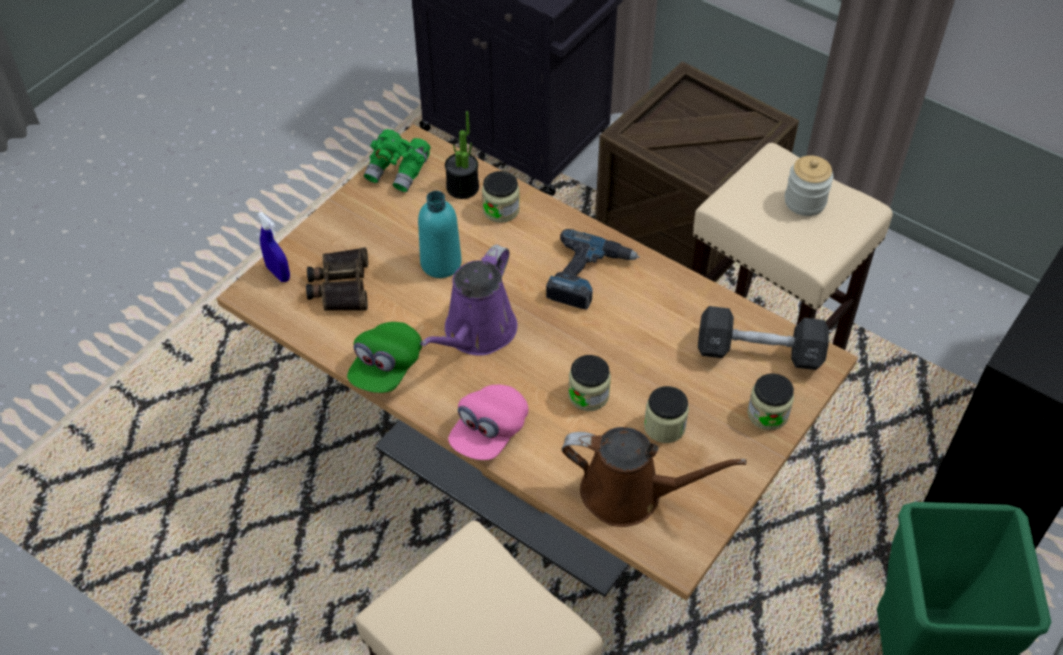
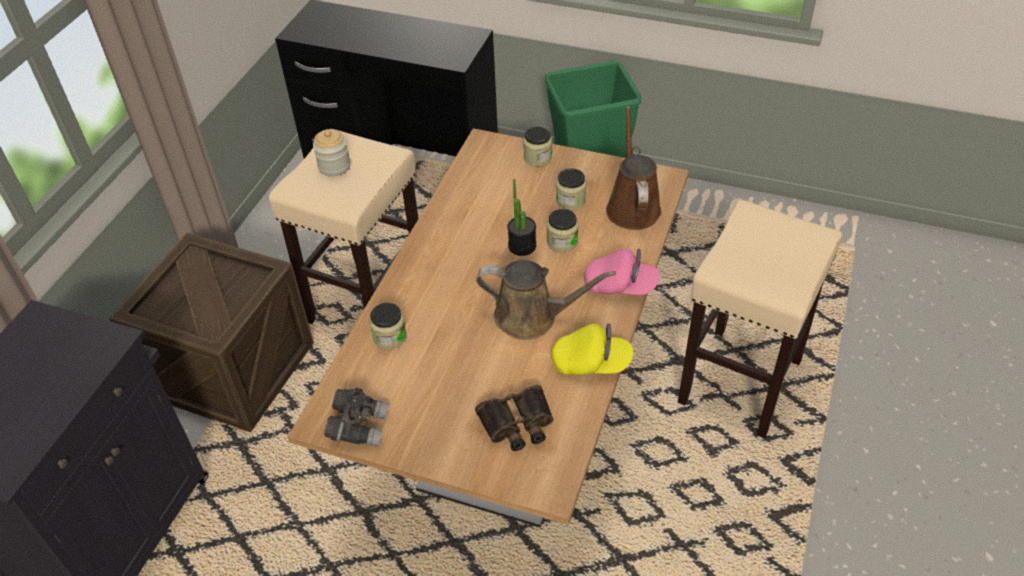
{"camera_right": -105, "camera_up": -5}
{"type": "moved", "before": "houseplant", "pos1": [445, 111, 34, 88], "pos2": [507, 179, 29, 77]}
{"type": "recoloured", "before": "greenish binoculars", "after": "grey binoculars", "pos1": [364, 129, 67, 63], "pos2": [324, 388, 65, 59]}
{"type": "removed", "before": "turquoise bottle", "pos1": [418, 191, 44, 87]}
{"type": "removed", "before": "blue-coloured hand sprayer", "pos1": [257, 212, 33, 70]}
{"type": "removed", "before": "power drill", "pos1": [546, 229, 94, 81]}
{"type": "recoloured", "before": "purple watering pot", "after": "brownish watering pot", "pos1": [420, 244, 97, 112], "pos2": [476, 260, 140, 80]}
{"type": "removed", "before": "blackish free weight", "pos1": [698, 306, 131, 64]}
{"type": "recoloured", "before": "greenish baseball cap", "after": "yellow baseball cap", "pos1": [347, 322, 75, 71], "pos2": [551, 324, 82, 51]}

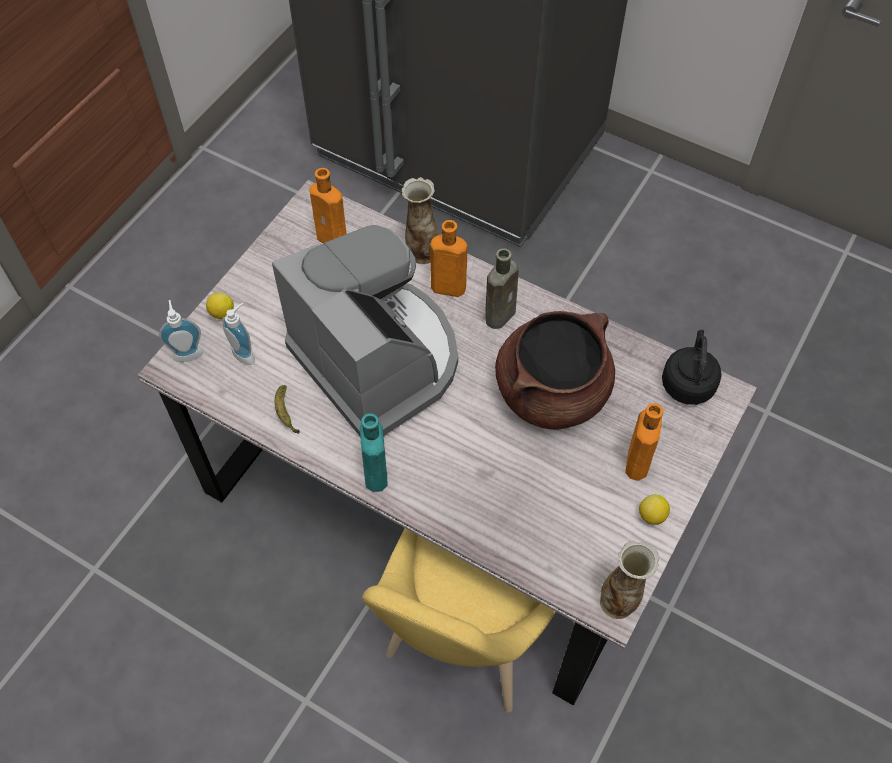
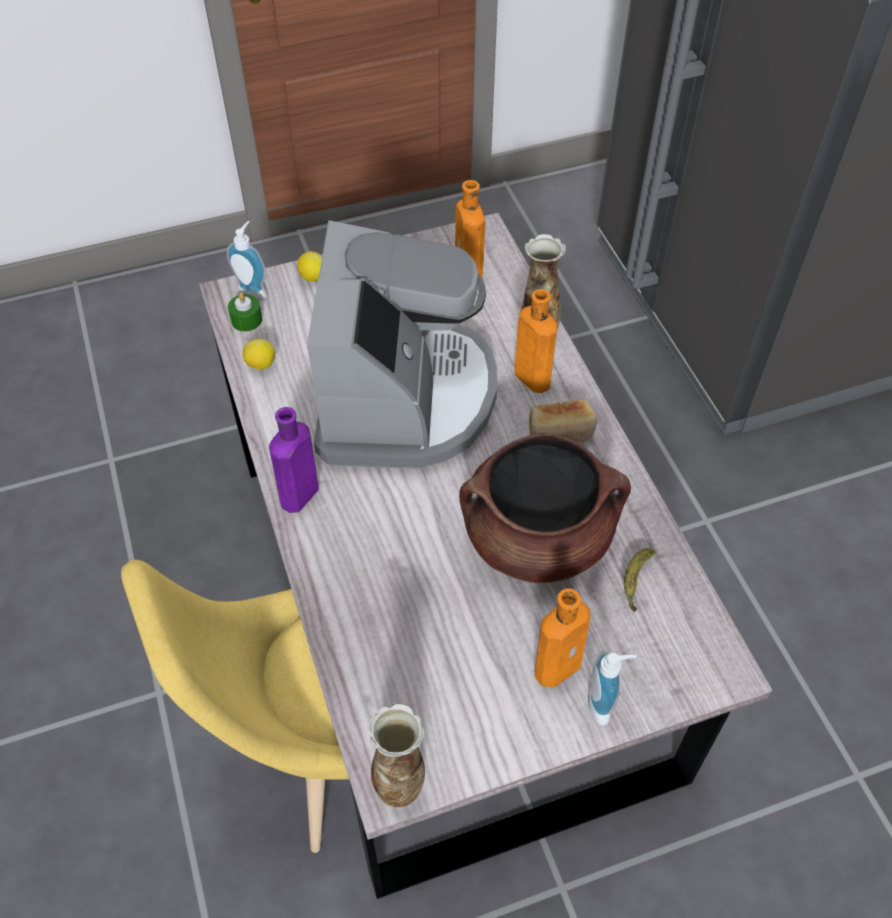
{"camera_right": 40, "camera_up": -5}
{"type": "replaced", "before": "brownish bottle", "after": "baked bread", "pos1": [485, 248, 34, 81], "pos2": [529, 400, 68, 43]}
{"type": "moved", "before": "soap bottle", "pos1": [222, 303, 33, 62], "pos2": [588, 651, 49, 75]}
{"type": "removed", "before": "blackish water kettle", "pos1": [662, 330, 59, 75]}
{"type": "moved", "before": "banana fruit", "pos1": [275, 385, 25, 49], "pos2": [624, 548, 32, 64]}
{"type": "recoloured", "before": "turquoise bottle", "after": "purple bottle", "pos1": [360, 413, 28, 79], "pos2": [269, 407, 50, 106]}
{"type": "moved", "before": "whole lemon", "pos1": [639, 494, 31, 31], "pos2": [243, 339, 32, 31]}
{"type": "added", "after": "greenish candle", "pos2": [228, 293, 34, 38]}

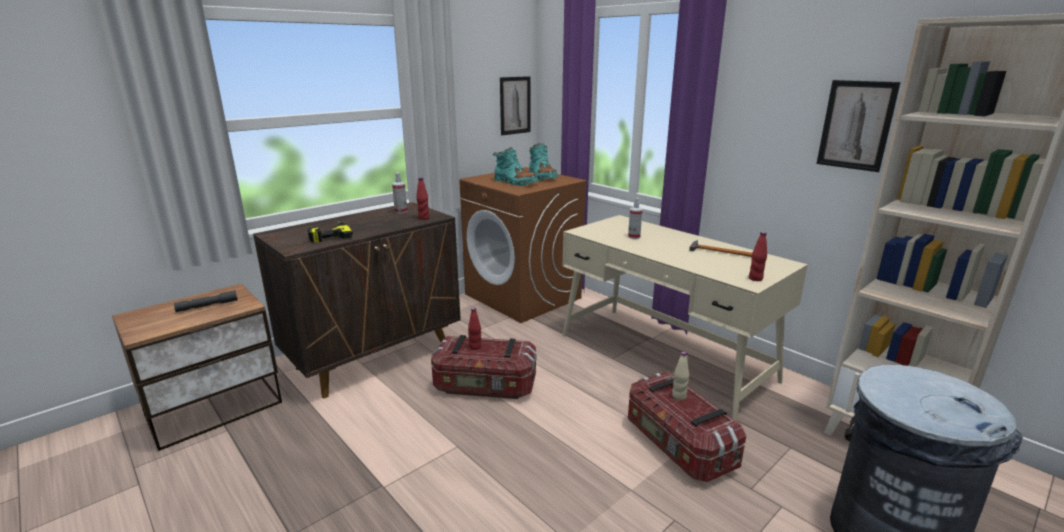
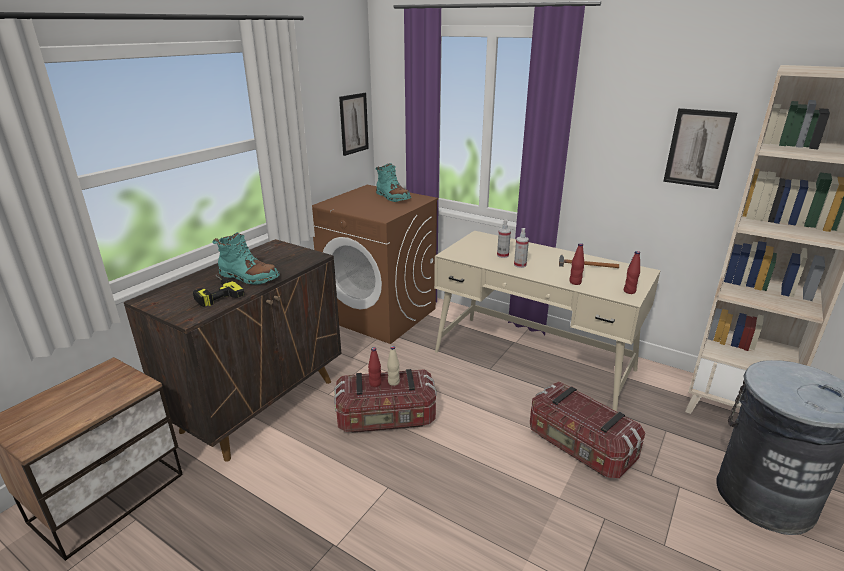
{"camera_right": -15, "camera_up": 5}
{"type": "moved", "before": "turquoise high-top boot", "pos1": [493, 147, 46, 39], "pos2": [212, 232, 68, 53]}
{"type": "moved", "before": "hand sprayer", "pos1": [392, 173, 15, 40], "pos2": [514, 228, 15, 40]}
{"type": "moved", "before": "red bottle", "pos1": [416, 178, 14, 42], "pos2": [570, 243, 14, 42]}
{"type": "removed", "before": "grey flashlight", "pos1": [174, 290, 64, 22]}
{"type": "moved", "before": "sand-coloured bottle", "pos1": [672, 352, 17, 48], "pos2": [387, 346, 13, 40]}

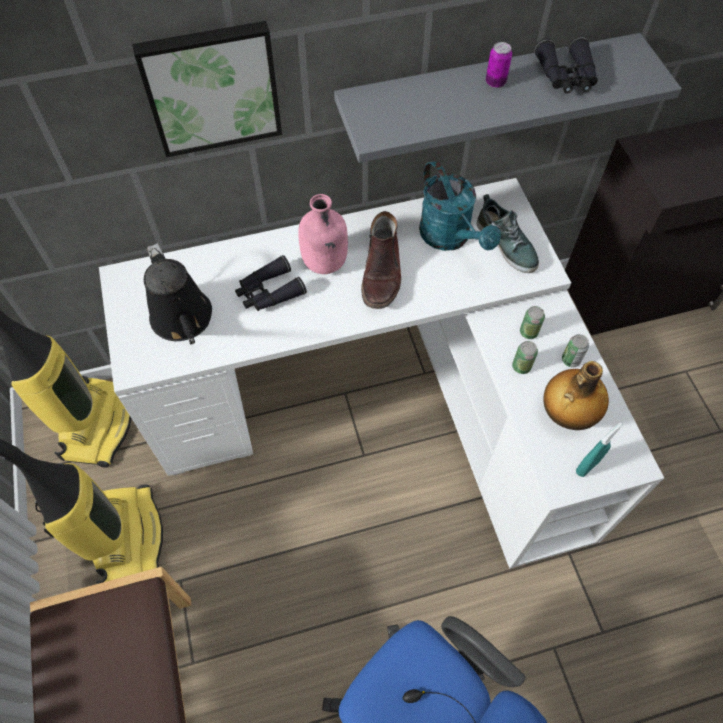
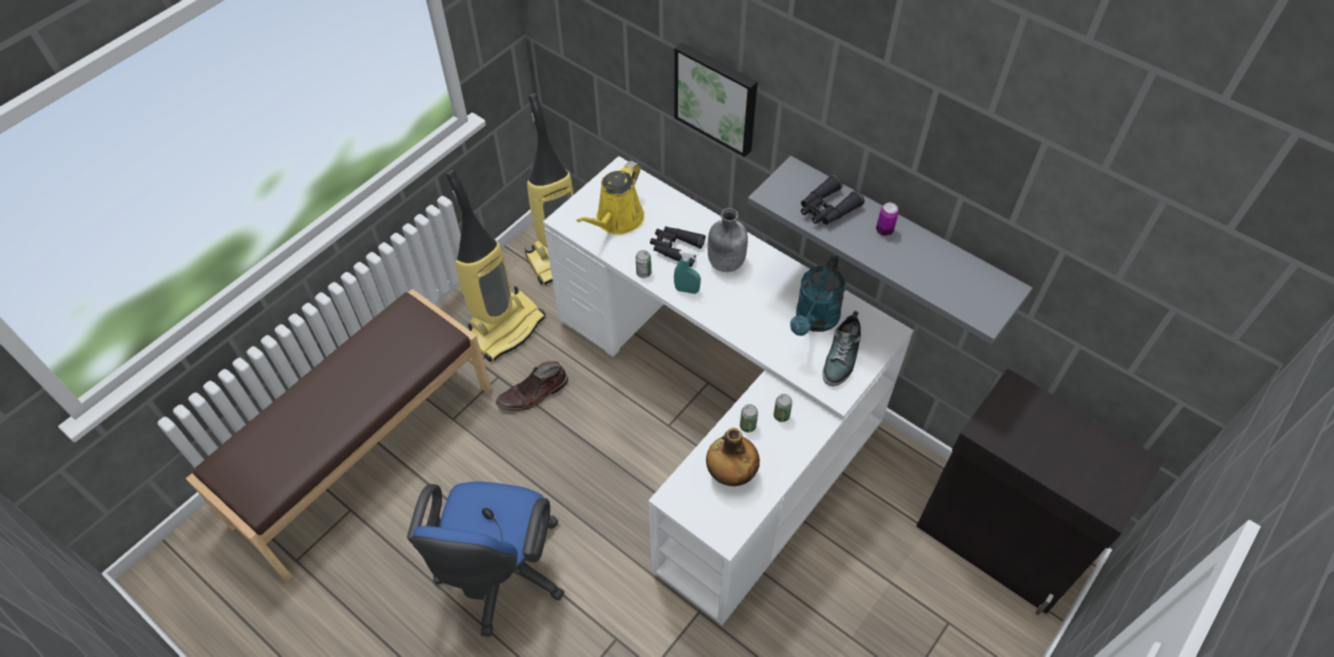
{"camera_right": 55, "camera_up": -5}
{"type": "moved", "before": "blackish binoculars", "pos1": [534, 36, 64, 58], "pos2": [801, 174, 63, 51]}
{"type": "recoloured", "before": "pinkish bottle", "after": "grey bottle", "pos1": [298, 194, 50, 80], "pos2": [708, 208, 40, 64]}
{"type": "moved", "before": "brownish high-top boot", "pos1": [361, 211, 40, 98], "pos2": [496, 361, 72, 50]}
{"type": "recoloured", "before": "blackish watering pot", "after": "yellow watering pot", "pos1": [144, 243, 68, 101], "pos2": [576, 161, 69, 74]}
{"type": "moved", "before": "sealed can", "pos1": [562, 334, 27, 33], "pos2": [636, 250, 15, 28]}
{"type": "moved", "before": "turquoise hand sprayer", "pos1": [576, 423, 47, 54], "pos2": [674, 250, 27, 44]}

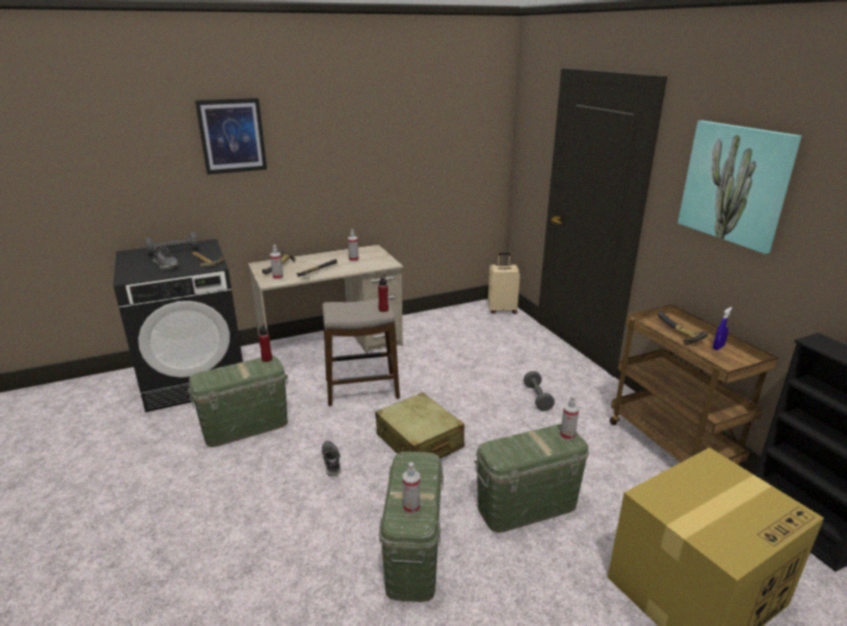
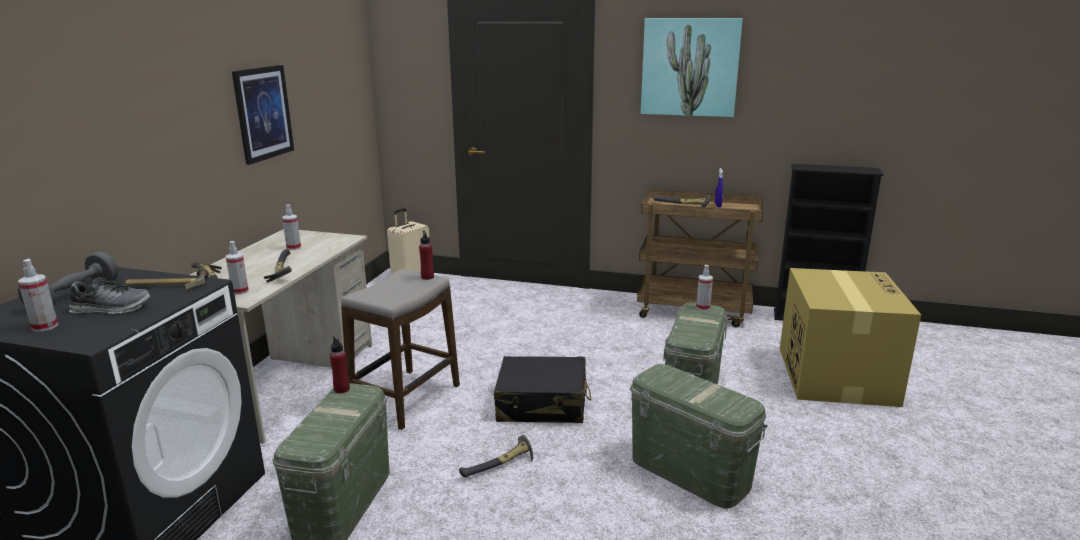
{"camera_right": -50, "camera_up": -5}
{"type": "moved", "before": "wall picture", "pos1": [195, 98, 72, 77], "pos2": [232, 65, 62, 100]}
{"type": "removed", "before": "grey free weight", "pos1": [524, 371, 31, 40]}
{"type": "recoloured", "before": "sand-coloured piece of luggage", "after": "blackish piece of luggage", "pos1": [375, 392, 90, 66], "pos2": [494, 356, 97, 67]}
{"type": "replaced", "before": "low shoe", "after": "tool hammer", "pos1": [322, 441, 19, 36], "pos2": [459, 435, 74, 42]}
{"type": "moved", "before": "hand sprayer", "pos1": [403, 462, 17, 52], "pos2": [18, 259, 40, 73]}

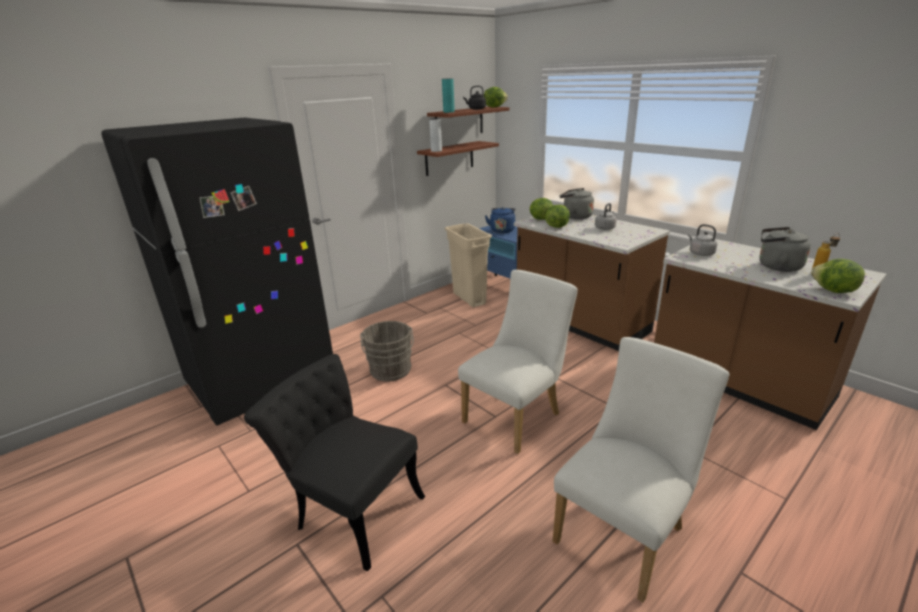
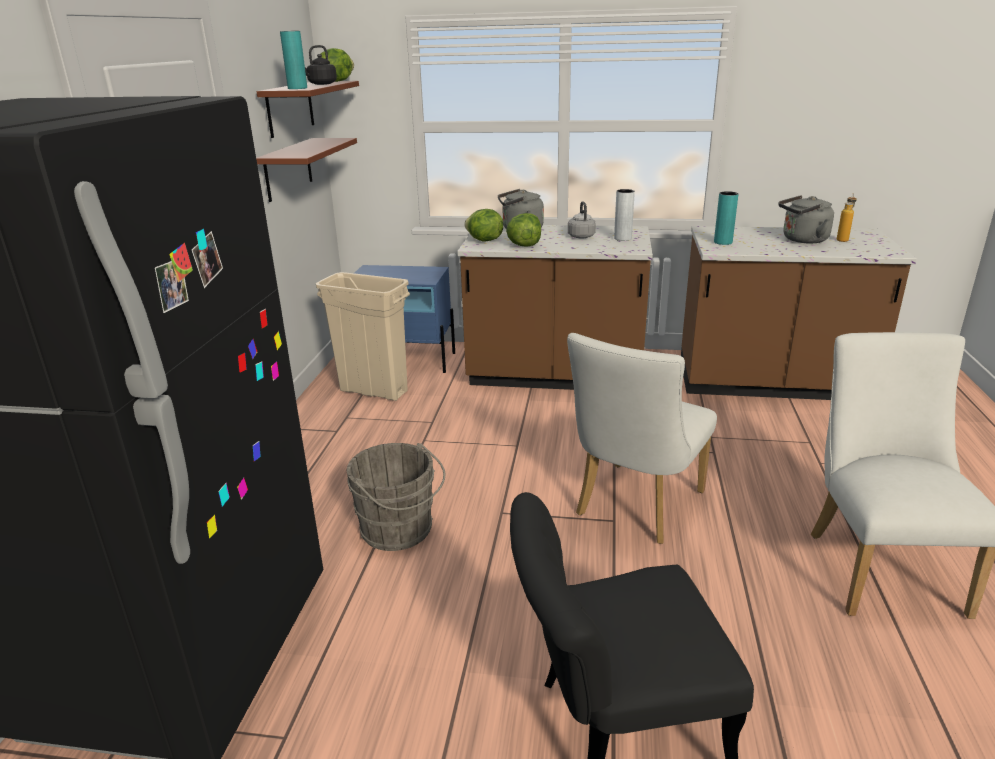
{"camera_right": -40, "camera_up": 0}
{"type": "moved", "before": "grey vase", "pos1": [429, 118, 13, 34], "pos2": [614, 189, 21, 52]}
{"type": "removed", "before": "blue-coloured water kettle", "pos1": [485, 207, 31, 26]}
{"type": "replaced", "before": "grey water kettle", "after": "turquoise vase", "pos1": [688, 224, 29, 32], "pos2": [714, 191, 24, 54]}
{"type": "removed", "before": "head of lettuce", "pos1": [811, 259, 54, 34]}
{"type": "turned", "before": "whitish plain chair", "pos1": [458, 270, 120, 184], "pos2": [567, 333, 150, 211], "turn": -150}

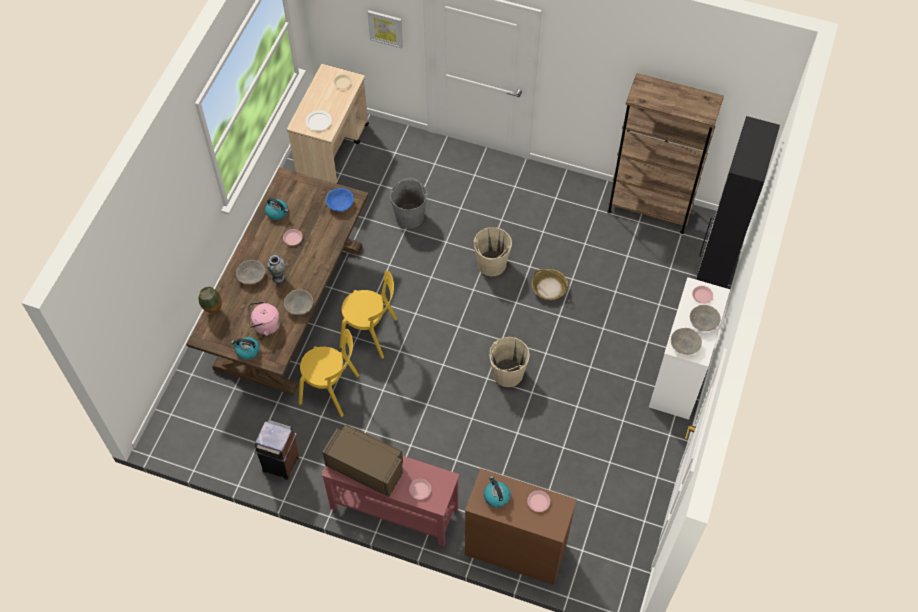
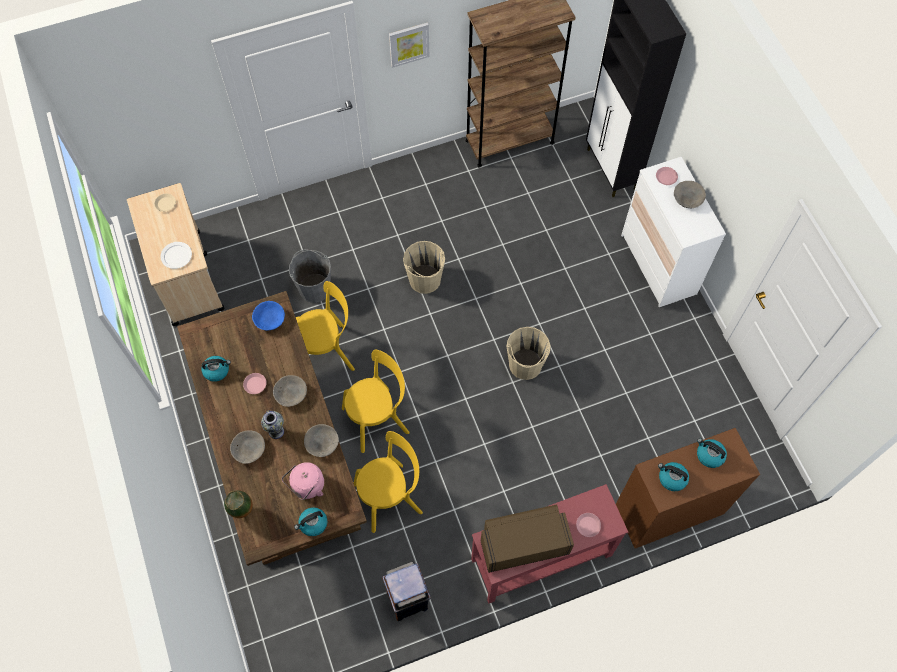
{"camera_right": -40, "camera_up": 5}
{"type": "moved", "before": "wall picture", "pos1": [368, 10, 35, 39], "pos2": [389, 22, 40, 46]}
{"type": "removed", "before": "household basket", "pos1": [532, 269, 36, 31]}
{"type": "moved", "before": "grey deep dish", "pos1": [671, 328, 31, 27], "pos2": [273, 375, 34, 32]}
{"type": "replaced", "before": "pinkish dinner plate", "after": "water kettle", "pos1": [527, 490, 23, 22], "pos2": [697, 438, 30, 30]}
{"type": "added", "after": "yellow plain chair", "pos2": [296, 281, 59, 90]}

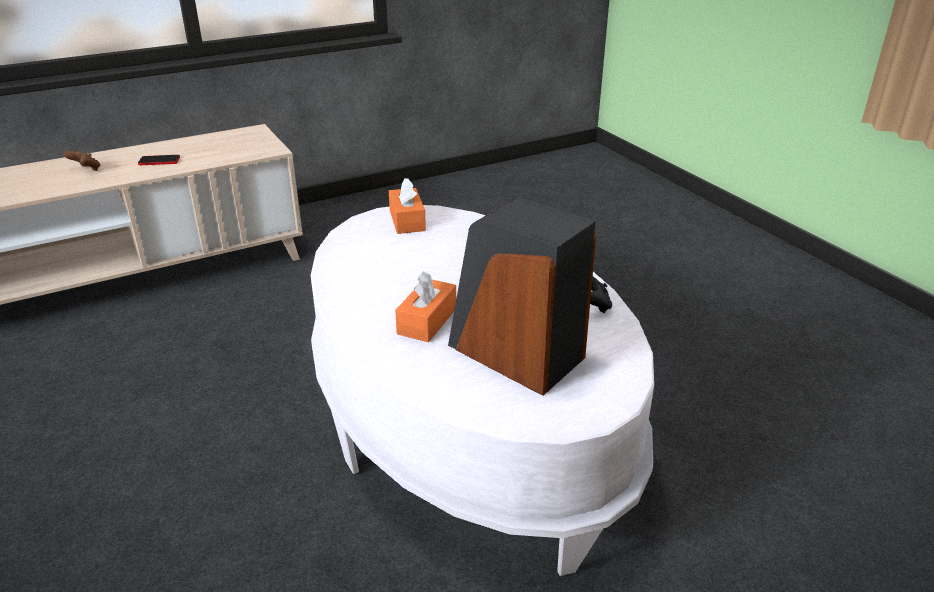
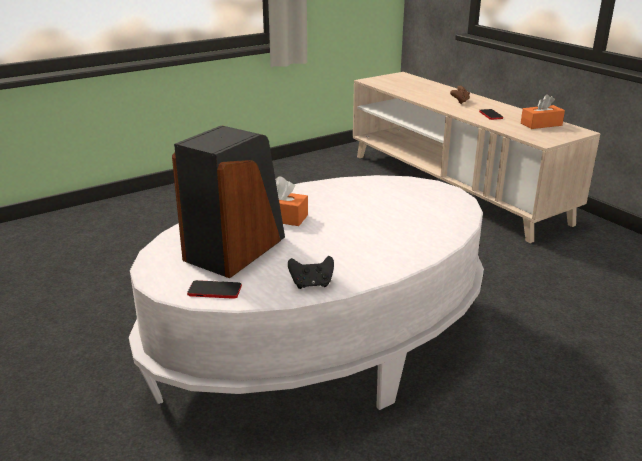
{"camera_right": 85, "camera_up": -5}
{"type": "moved", "before": "orange-coloured tissue holder", "pos1": [389, 178, 37, 56], "pos2": [521, 94, 44, 35]}
{"type": "added", "after": "telephone", "pos2": [187, 280, 55, 19]}

